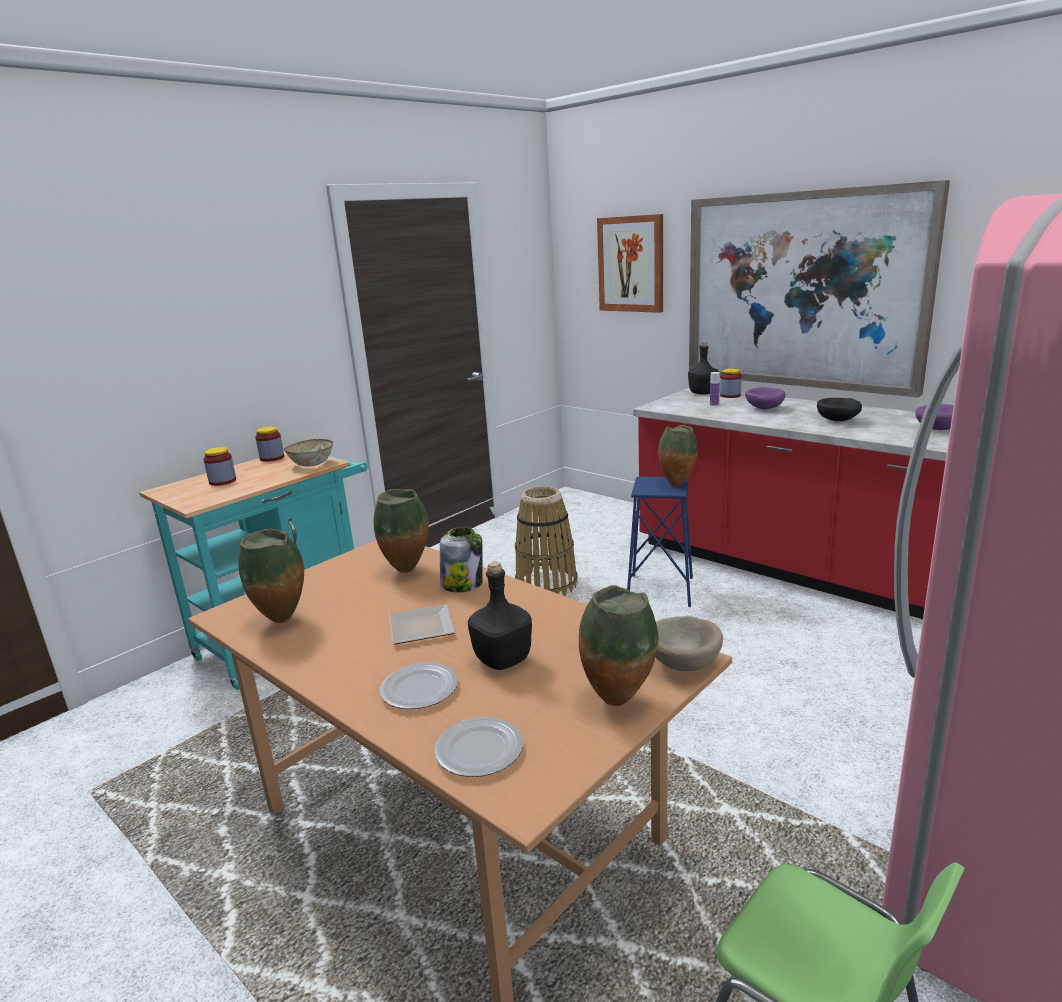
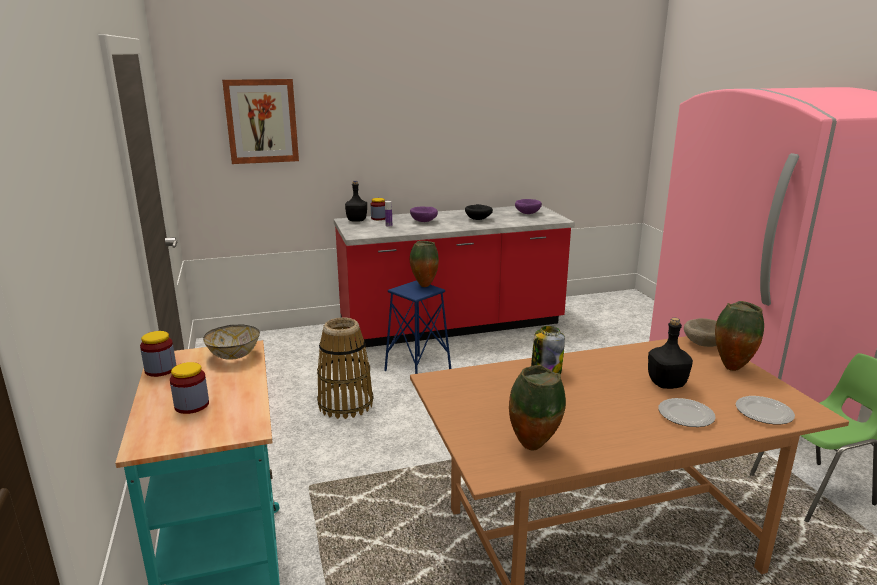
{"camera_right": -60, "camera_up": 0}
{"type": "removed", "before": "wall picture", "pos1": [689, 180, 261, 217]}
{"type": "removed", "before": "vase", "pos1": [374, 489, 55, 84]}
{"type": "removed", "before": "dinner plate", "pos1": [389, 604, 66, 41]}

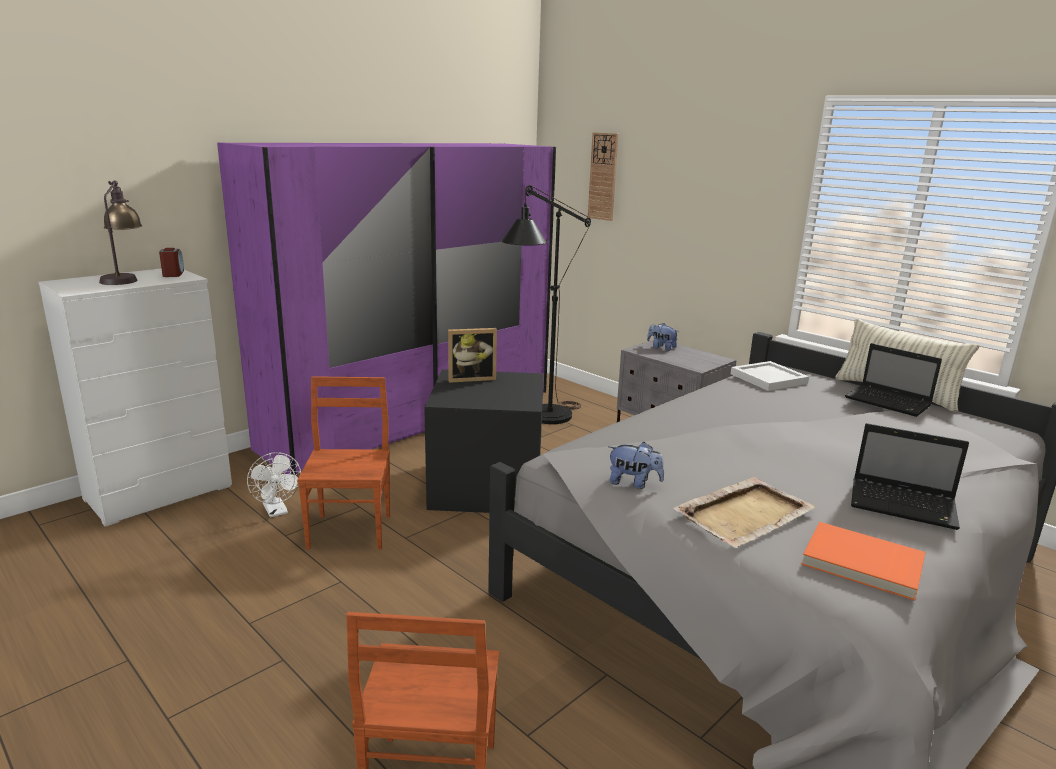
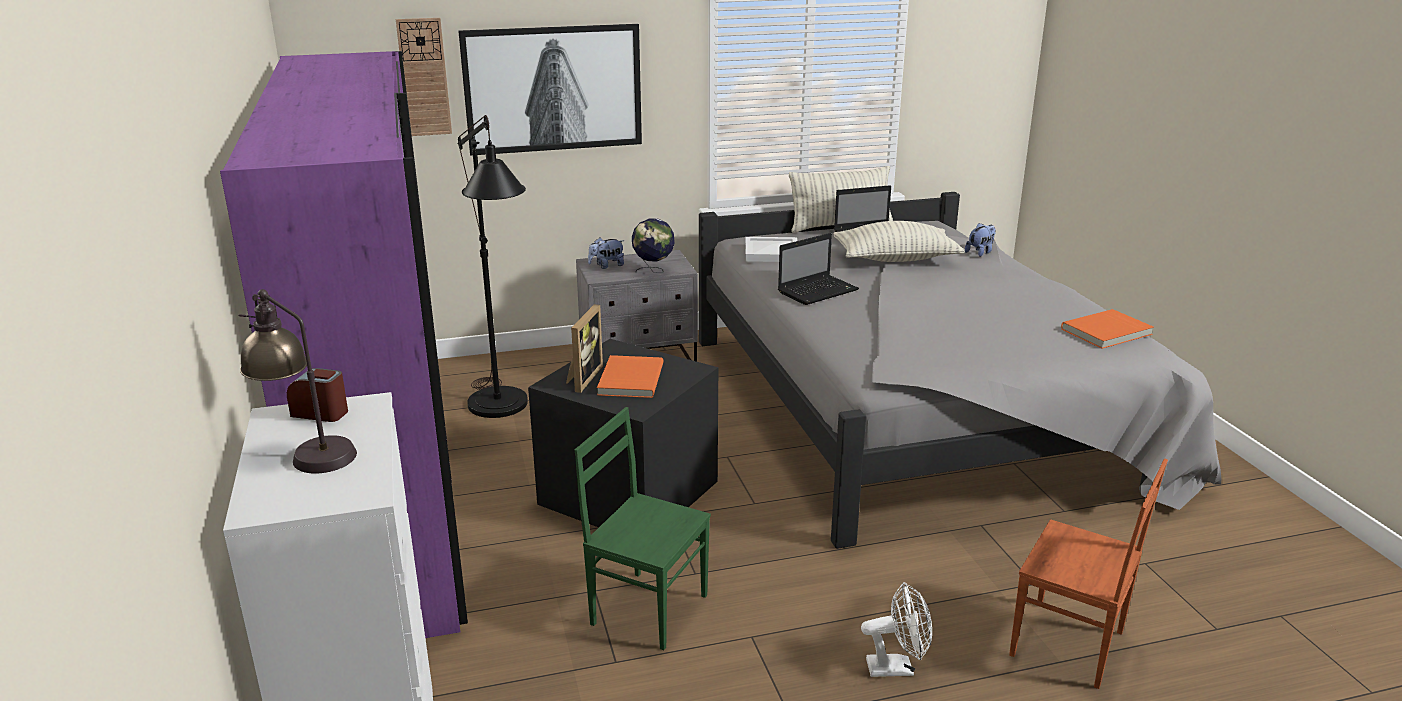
{"camera_right": -60, "camera_up": 5}
{"type": "recoloured", "before": "brownish plain chair", "after": "greenish plain chair", "pos1": [297, 376, 93, 174], "pos2": [575, 407, 136, 243]}
{"type": "moved", "before": "laptop", "pos1": [851, 423, 118, 107], "pos2": [778, 233, 81, 72]}
{"type": "moved", "before": "cuddly toy", "pos1": [608, 442, 56, 47], "pos2": [965, 223, 31, 34]}
{"type": "moved", "before": "whitish electric fan", "pos1": [247, 452, 54, 66], "pos2": [861, 582, 71, 95]}
{"type": "removed", "before": "sand-coloured tray", "pos1": [673, 477, 143, 71]}
{"type": "added", "after": "wall picture", "pos2": [458, 24, 184, 132]}
{"type": "added", "after": "world globe", "pos2": [632, 218, 43, 55]}
{"type": "added", "after": "pillow", "pos2": [834, 221, 131, 41]}
{"type": "added", "after": "orange-coloured volume", "pos2": [597, 355, 67, 43]}

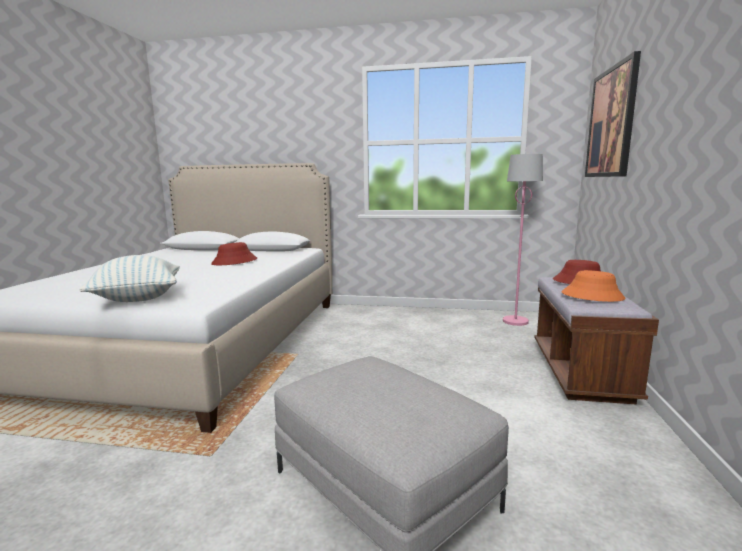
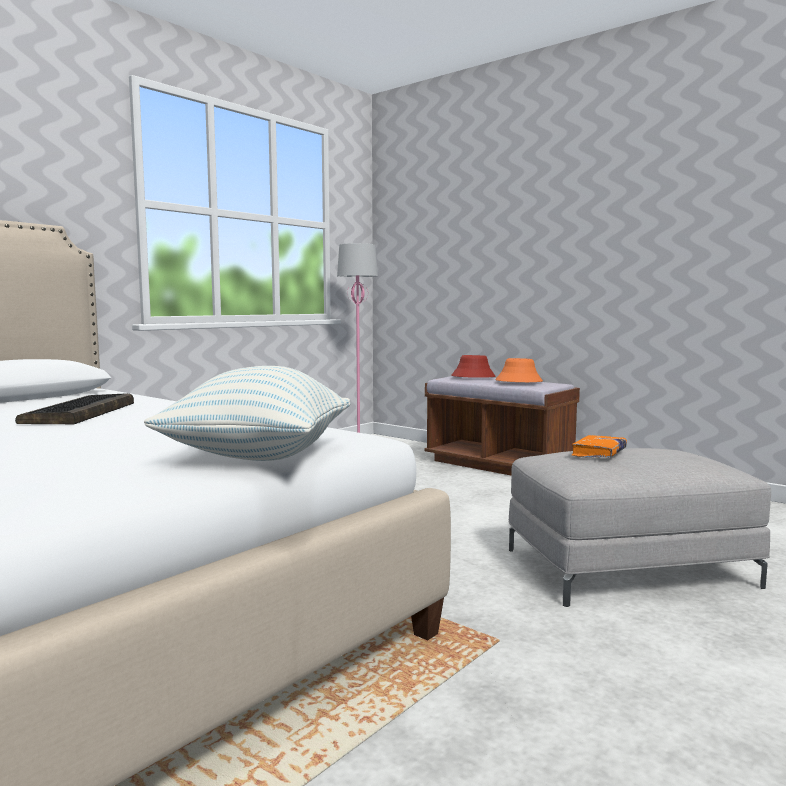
{"camera_right": -60, "camera_up": -5}
{"type": "removed", "before": "wall picture", "pos1": [585, 51, 56, 126]}
{"type": "replaced", "before": "red wearable hat", "after": "PC keyboard", "pos1": [211, 242, 46, 23], "pos2": [15, 393, 119, 31]}
{"type": "added", "after": "orange-coloured volume", "pos2": [572, 435, 55, 22]}

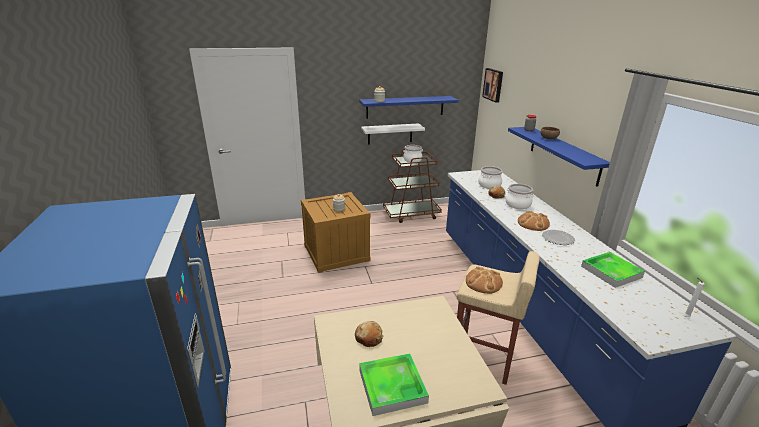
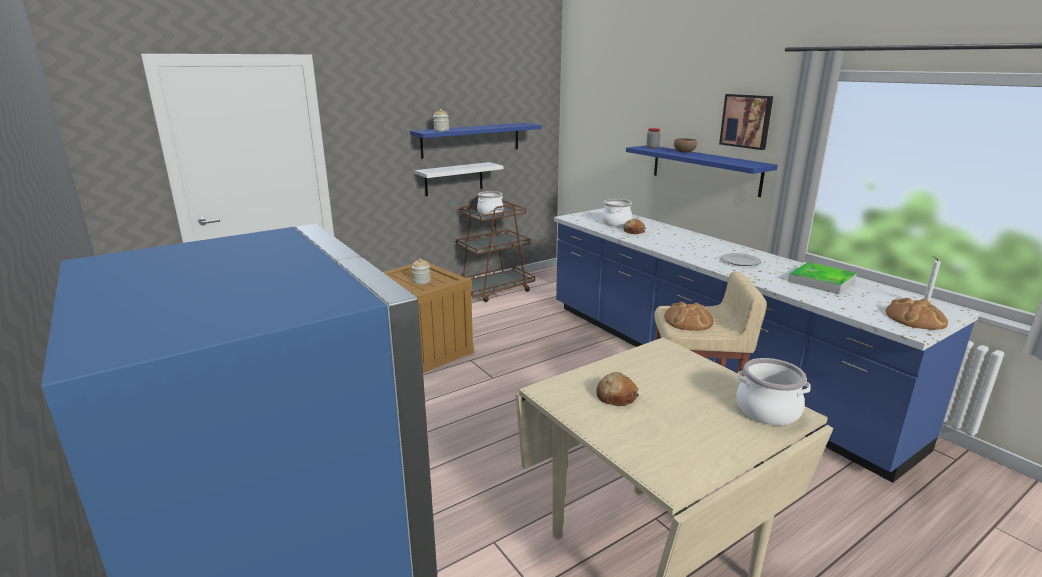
{"camera_right": -20, "camera_up": -5}
{"type": "moved", "before": "wall picture", "pos1": [482, 68, 21, 35], "pos2": [719, 94, 54, 56]}
{"type": "moved", "before": "cooking pot", "pos1": [505, 184, 29, 25], "pos2": [736, 358, 75, 67]}
{"type": "moved", "before": "baked bread", "pos1": [518, 211, 32, 20], "pos2": [886, 298, 62, 32]}
{"type": "removed", "before": "tray", "pos1": [359, 353, 70, 63]}

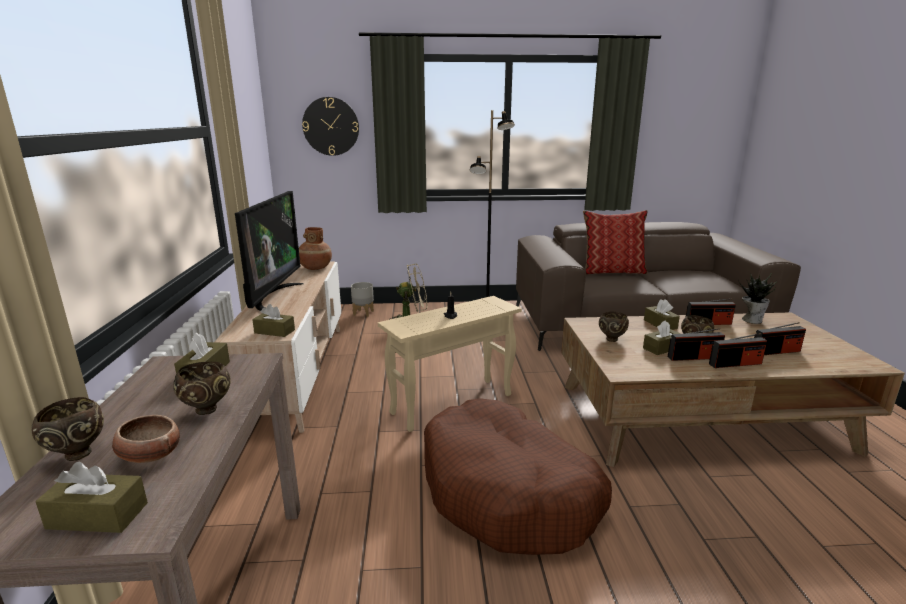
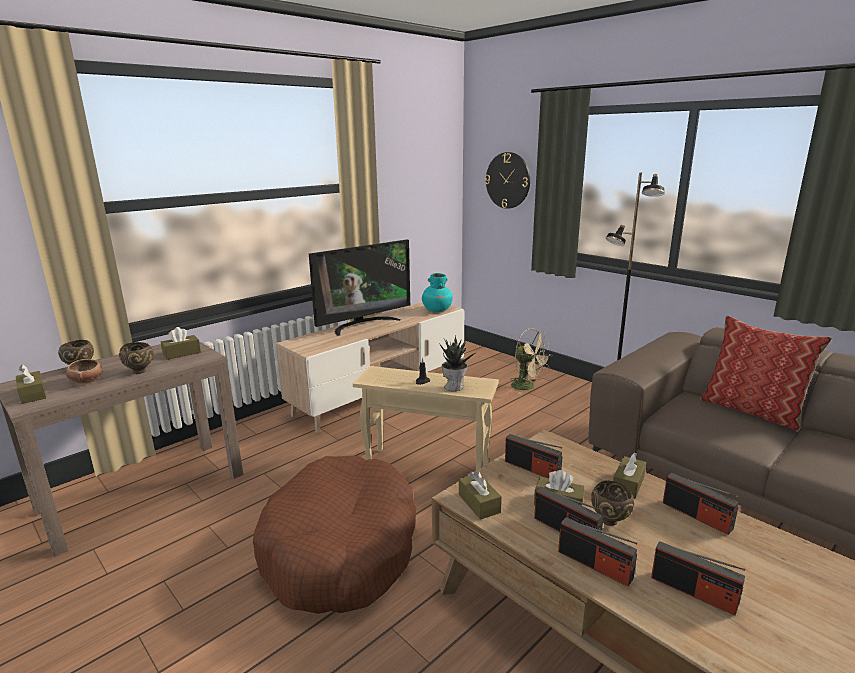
{"camera_right": 50, "camera_up": 0}
{"type": "recoloured", "before": "brownish vase", "after": "turquoise vase", "pos1": [299, 227, 33, 43], "pos2": [422, 273, 31, 39]}
{"type": "moved", "before": "houseplant", "pos1": [738, 273, 39, 51], "pos2": [439, 336, 39, 55]}
{"type": "removed", "before": "grey plant pot", "pos1": [351, 282, 23, 35]}
{"type": "moved", "before": "brownish tissue holder", "pos1": [252, 304, 43, 33], "pos2": [459, 471, 43, 49]}
{"type": "replaced", "before": "brownish deep dish", "after": "radio set", "pos1": [599, 312, 30, 30], "pos2": [505, 434, 58, 44]}

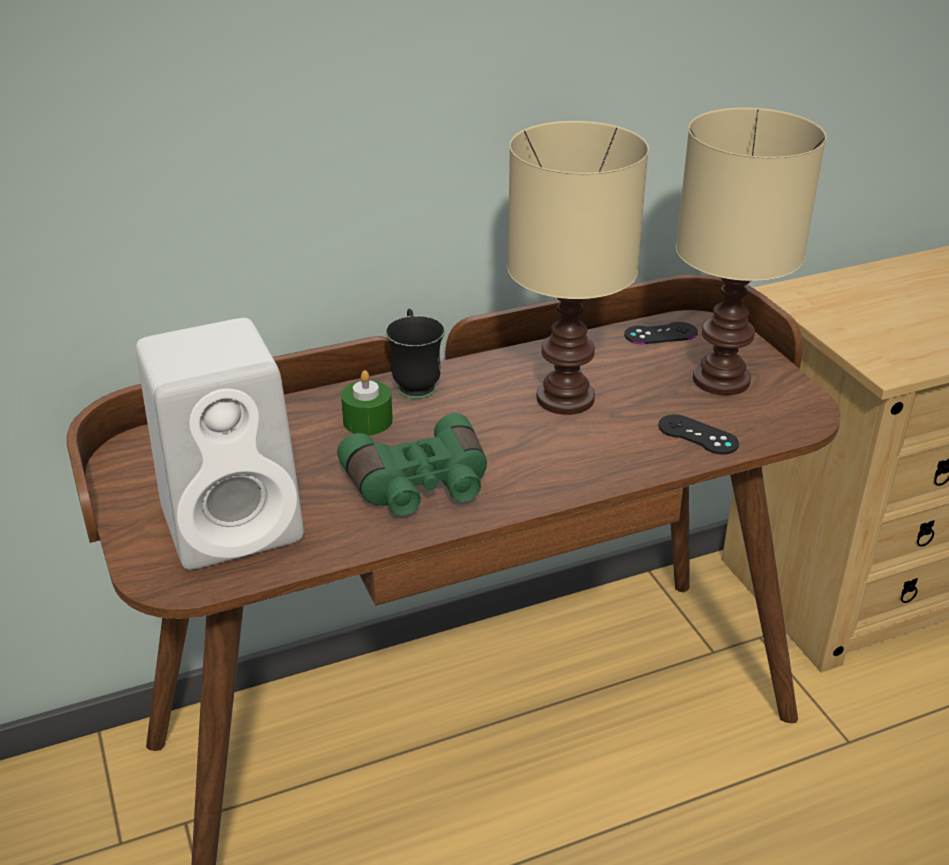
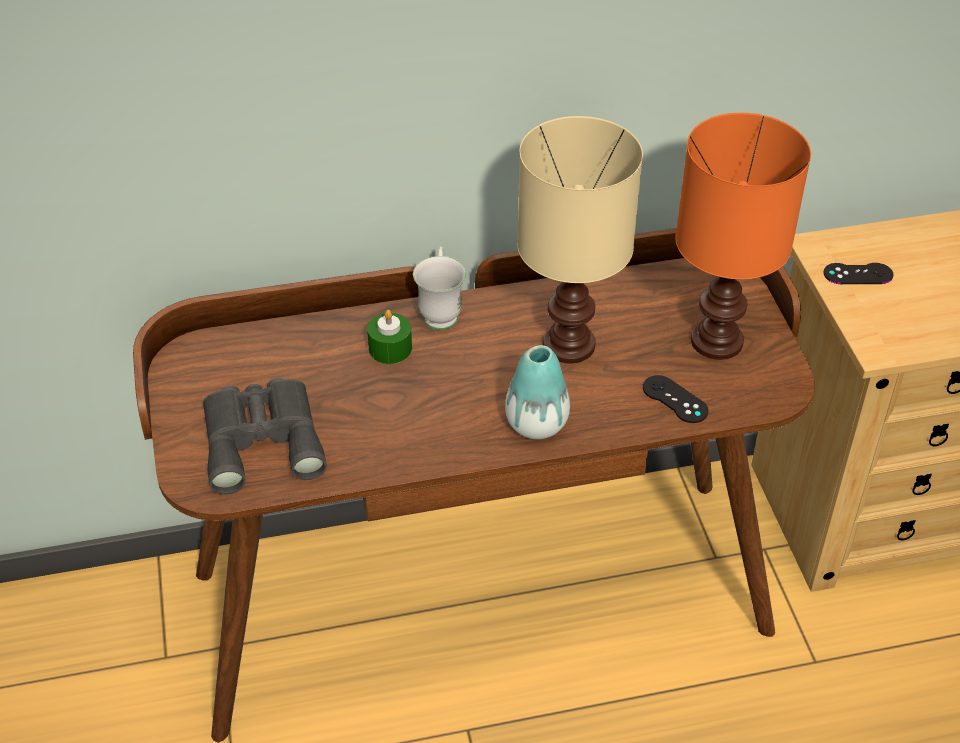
{"camera_right": 10, "camera_up": 10}
{"type": "recoloured", "before": "sand-coloured table lamp", "after": "orange-coloured table lamp", "pos1": [676, 107, 150, 288], "pos2": [675, 113, 136, 247]}
{"type": "recoloured", "before": "blackish coffee mug", "after": "whitish coffee mug", "pos1": [385, 309, 60, 90], "pos2": [413, 246, 53, 84]}
{"type": "replaced", "before": "whitish speaker", "after": "grey binoculars", "pos1": [136, 318, 168, 252], "pos2": [203, 378, 124, 117]}
{"type": "moved", "before": "blackish joypad", "pos1": [624, 322, 74, 22], "pos2": [824, 263, 69, 21]}
{"type": "removed", "before": "greenish binoculars", "pos1": [337, 413, 150, 103]}
{"type": "added", "after": "vase", "pos2": [505, 345, 65, 94]}

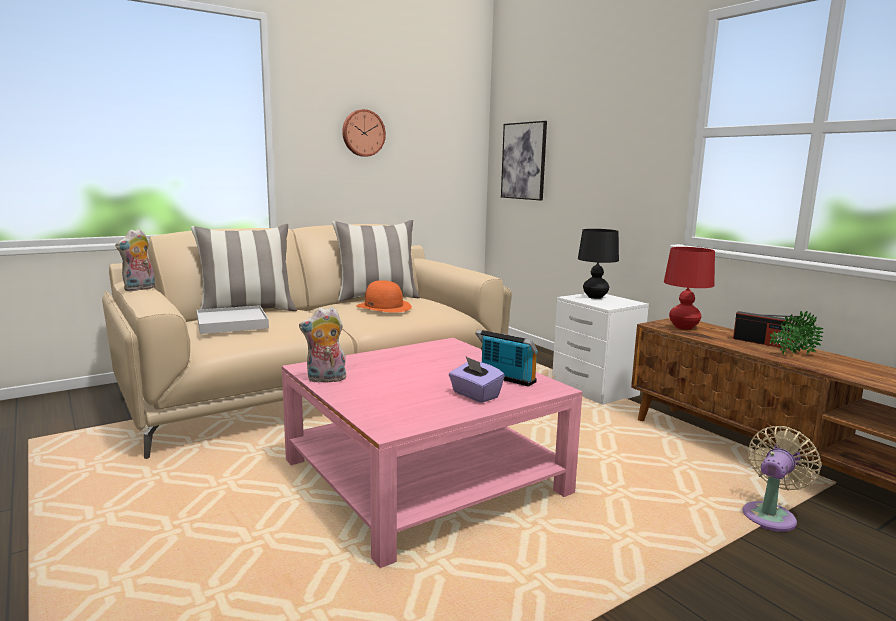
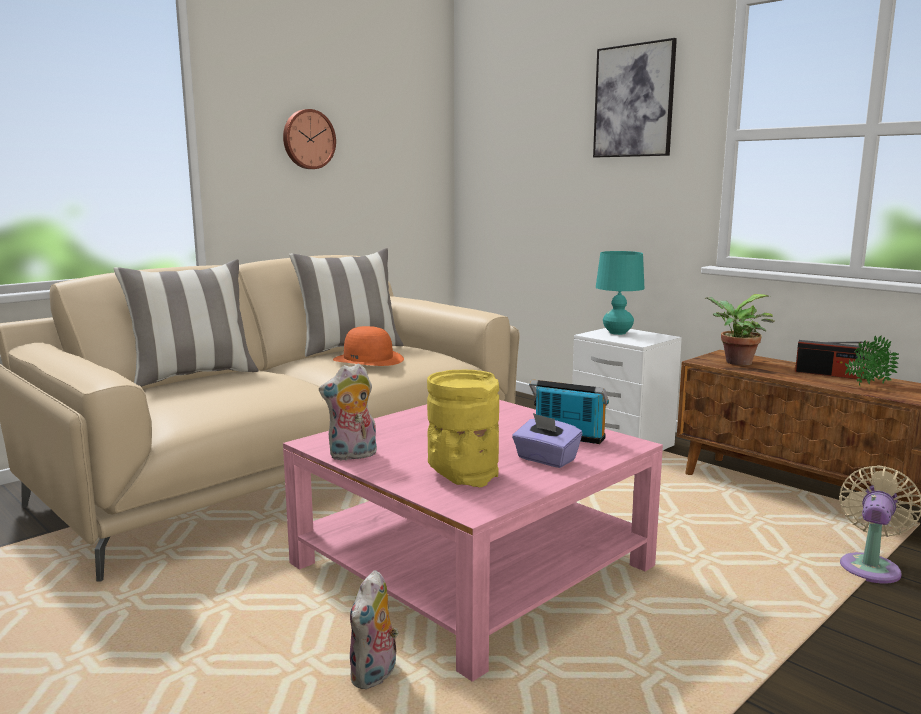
{"camera_right": -10, "camera_up": 0}
{"type": "moved", "before": "wall picture", "pos1": [501, 121, 46, 79], "pos2": [593, 38, 84, 119]}
{"type": "moved", "before": "cuddly toy", "pos1": [115, 229, 40, 62], "pos2": [350, 570, 49, 119]}
{"type": "recoloured", "before": "blackish table lamp", "after": "turquoise table lamp", "pos1": [578, 229, 41, 70], "pos2": [596, 251, 49, 84]}
{"type": "replaced", "before": "red table lamp", "after": "houseplant", "pos1": [664, 247, 51, 83], "pos2": [704, 294, 70, 71]}
{"type": "removed", "before": "whitish tray", "pos1": [197, 305, 72, 29]}
{"type": "added", "after": "yellow vase", "pos2": [427, 370, 72, 118]}

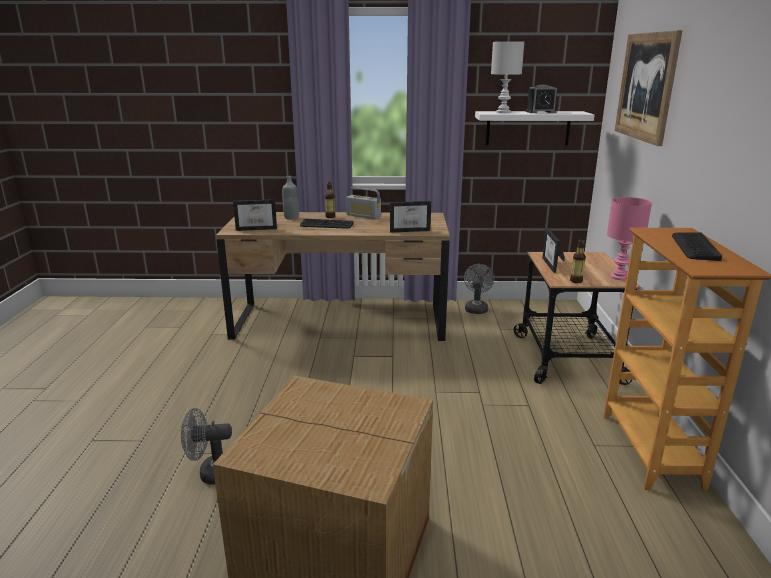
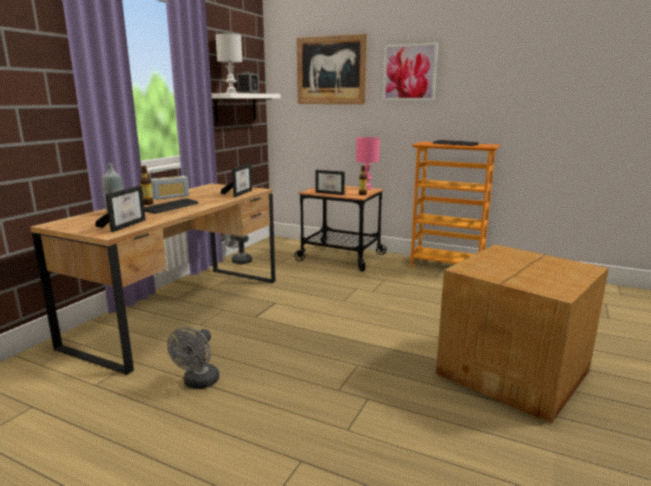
{"camera_right": -65, "camera_up": -5}
{"type": "moved", "before": "grey electric fan", "pos1": [181, 408, 51, 77], "pos2": [167, 327, 52, 62]}
{"type": "added", "after": "wall picture", "pos2": [383, 42, 55, 58]}

